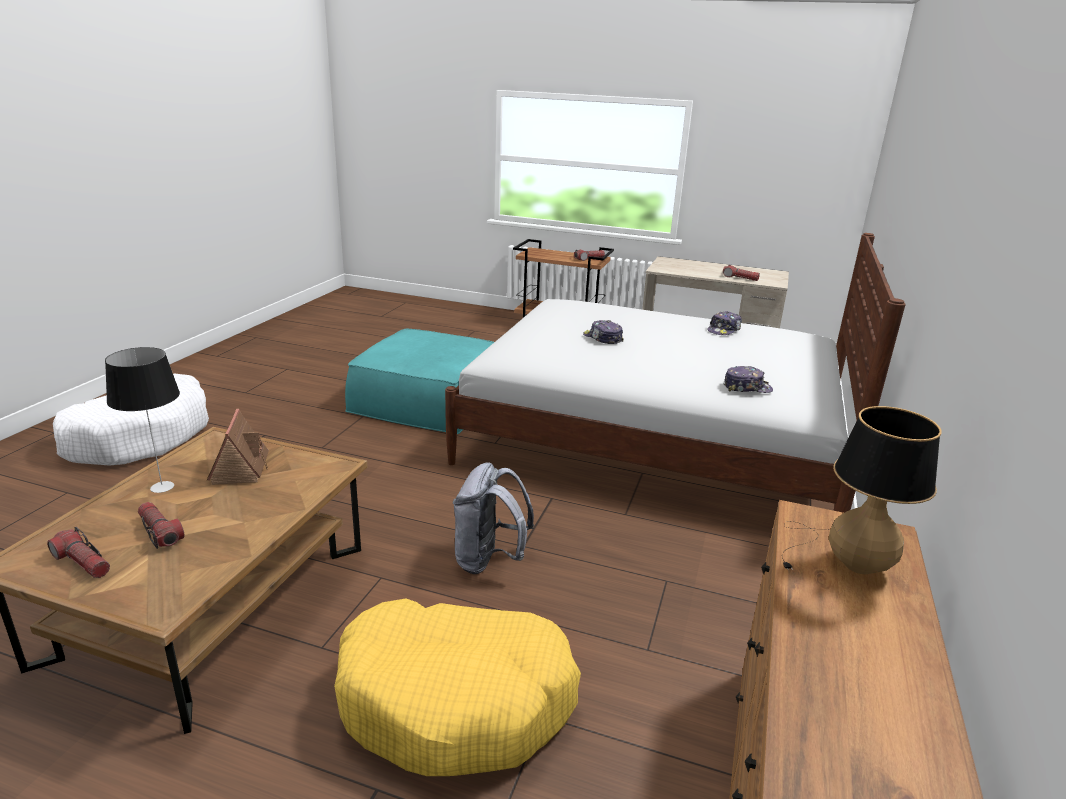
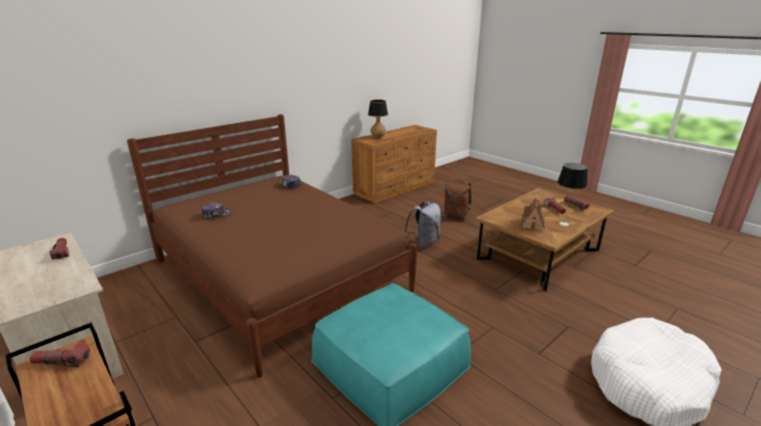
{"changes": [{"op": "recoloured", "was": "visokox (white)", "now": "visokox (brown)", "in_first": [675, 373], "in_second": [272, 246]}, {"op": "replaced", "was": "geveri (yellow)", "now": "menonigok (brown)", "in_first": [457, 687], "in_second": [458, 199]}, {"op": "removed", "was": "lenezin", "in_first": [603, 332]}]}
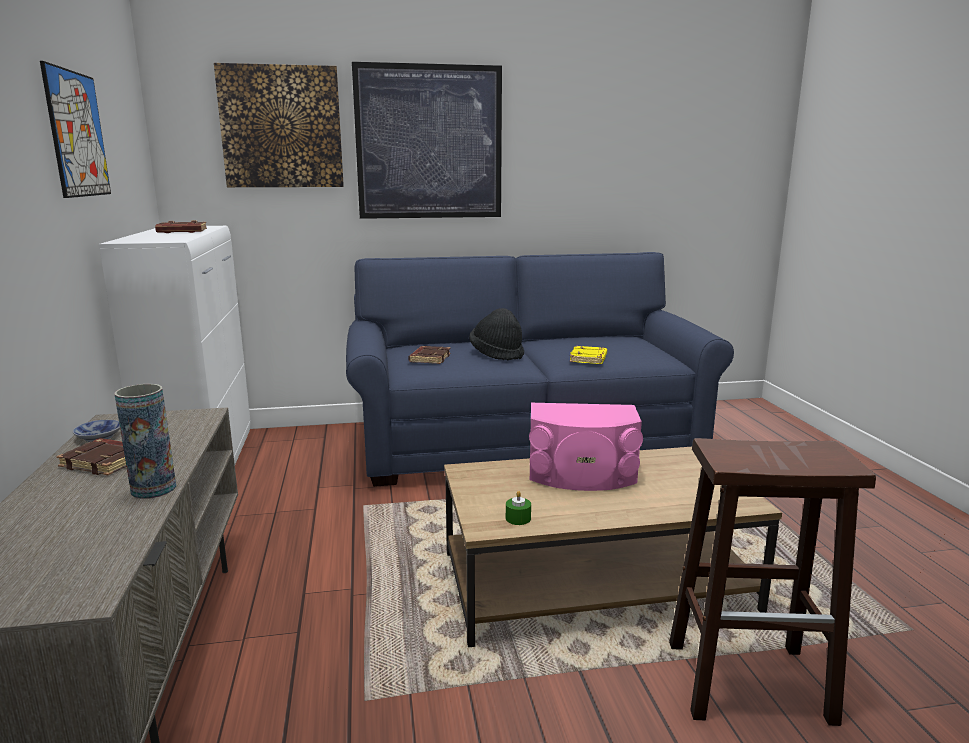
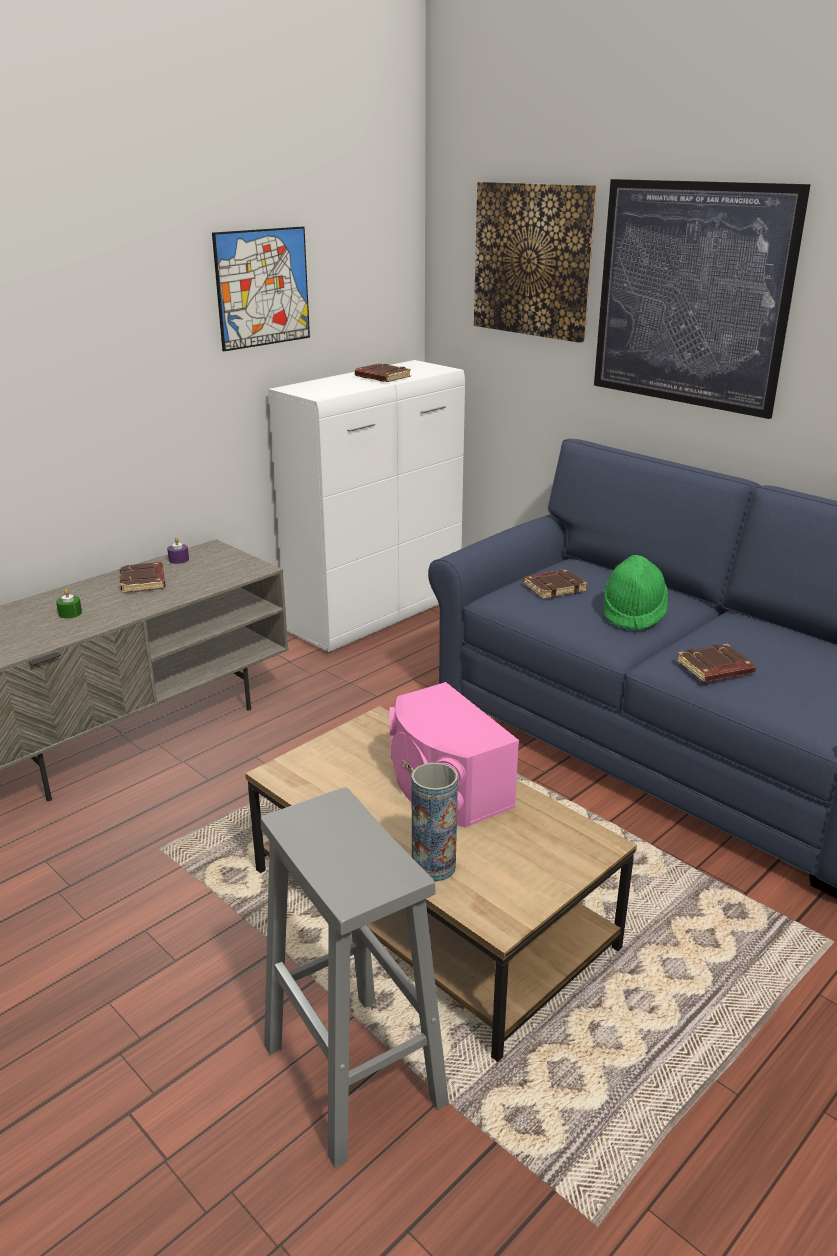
{"changes": [{"op": "moved", "was": "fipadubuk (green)", "in_first": [518, 508], "in_second": [69, 604]}, {"op": "replaced", "was": "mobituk", "now": "fipadubuk (purple)", "in_first": [96, 431], "in_second": [178, 550]}, {"op": "recoloured", "was": "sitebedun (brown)", "now": "sitebedun (grey)", "in_first": [772, 582], "in_second": [355, 977]}, {"op": "moved", "was": "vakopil", "in_first": [146, 441], "in_second": [435, 822]}, {"op": "recoloured", "was": "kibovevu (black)", "now": "kibovevu (green)", "in_first": [496, 334], "in_second": [636, 593]}, {"op": "recoloured", "was": "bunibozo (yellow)", "now": "bunibozo (brown)", "in_first": [588, 355], "in_second": [716, 663]}]}
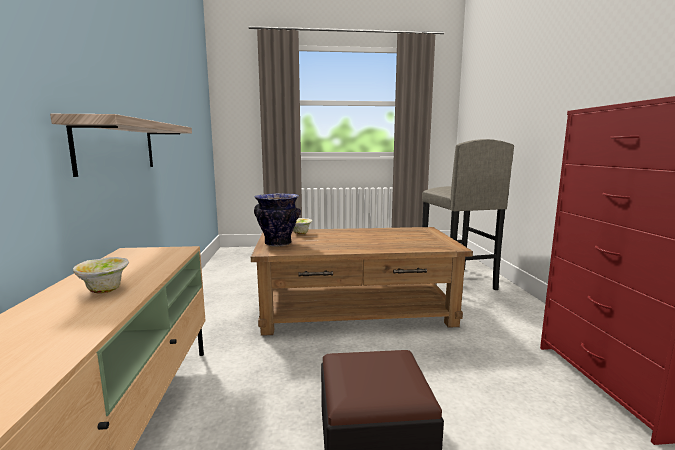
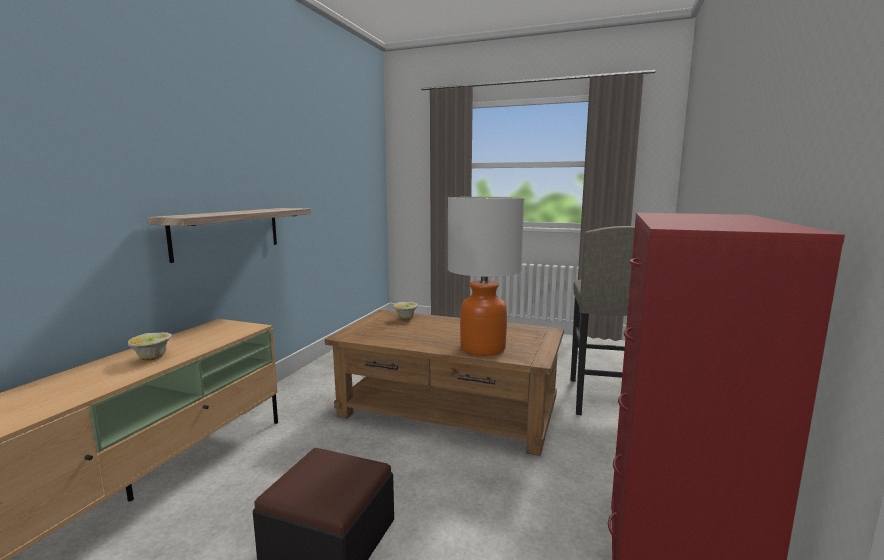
{"changes": [{"op": "added", "now": "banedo", "in_second": [486, 276]}, {"op": "removed", "was": "vakopil", "in_first": [277, 220]}]}
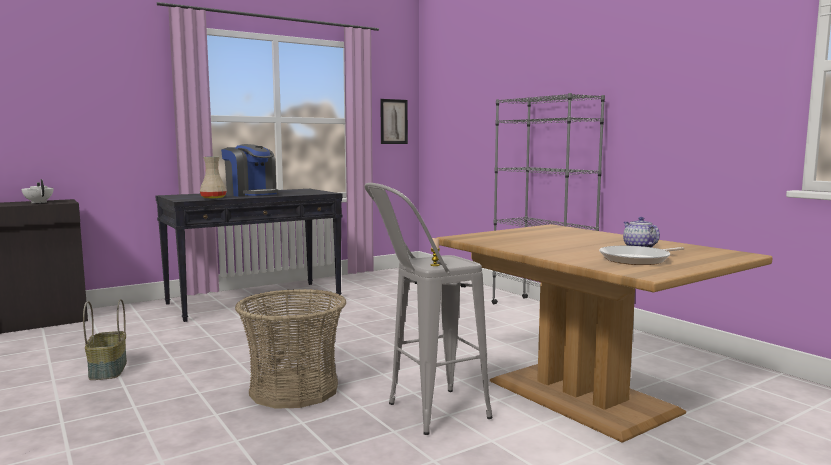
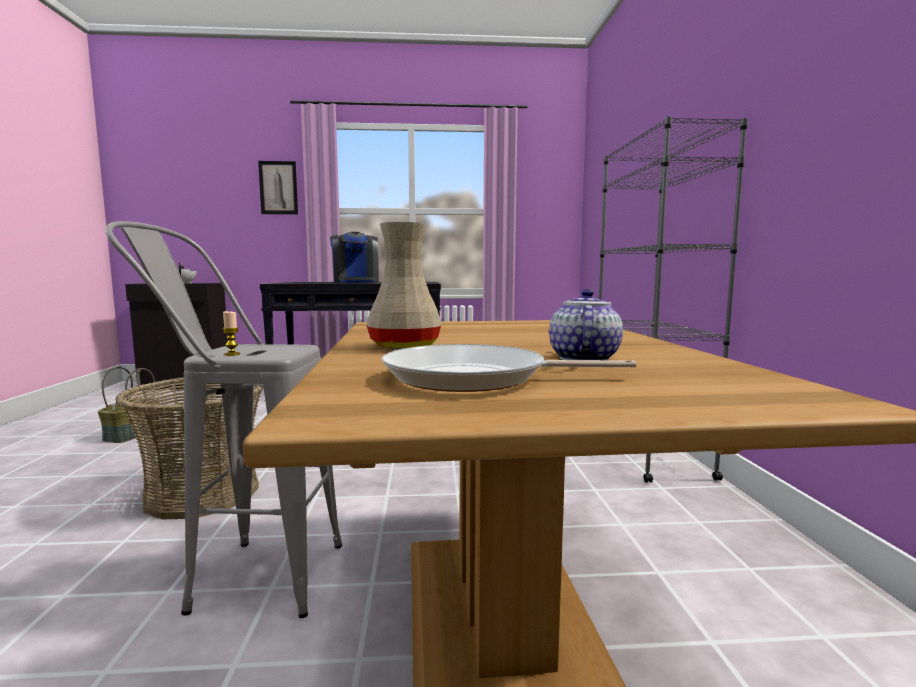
{"changes": [{"op": "moved", "was": "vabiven", "in_first": [394, 121], "in_second": [278, 187]}, {"op": "moved", "was": "vakopil (beige)", "in_first": [213, 178], "in_second": [404, 285]}]}
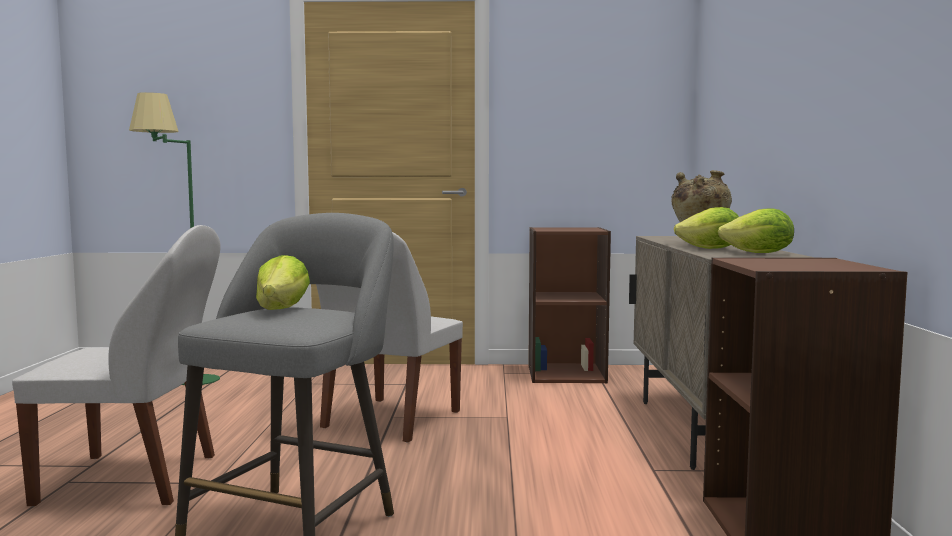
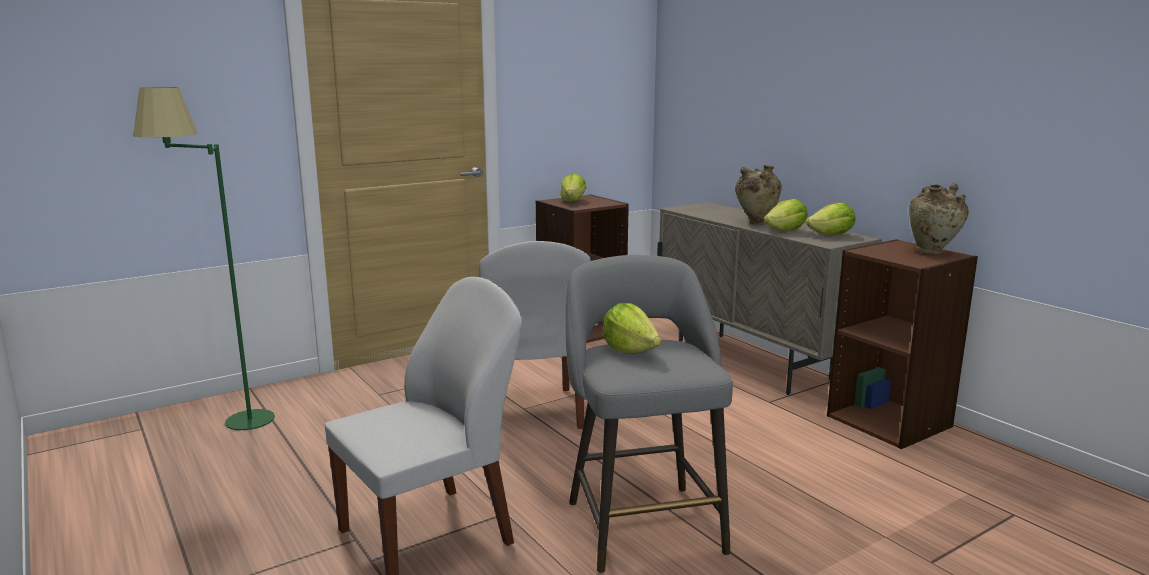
{"changes": [{"op": "added", "now": "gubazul", "in_second": [573, 188]}, {"op": "added", "now": "vakopil (beige)", "in_second": [939, 219]}]}
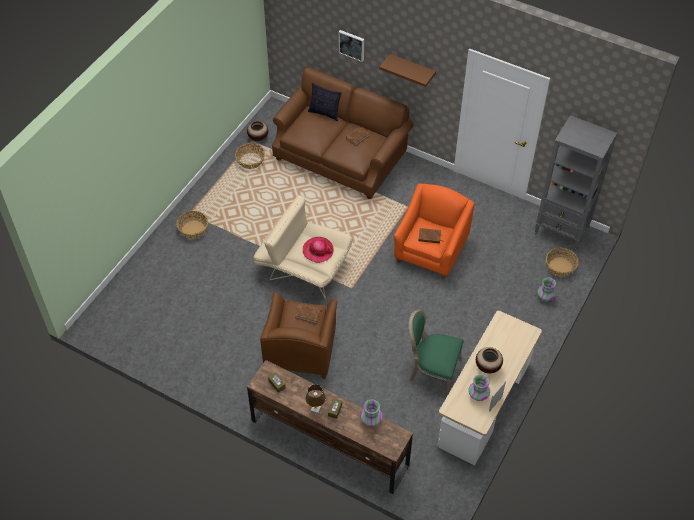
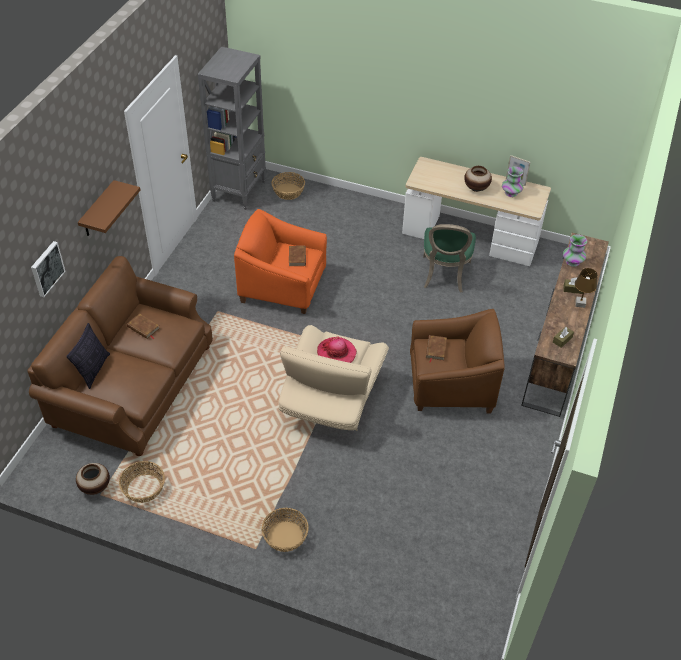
{"changes": [{"op": "removed", "was": "vakopil", "in_first": [546, 289]}]}
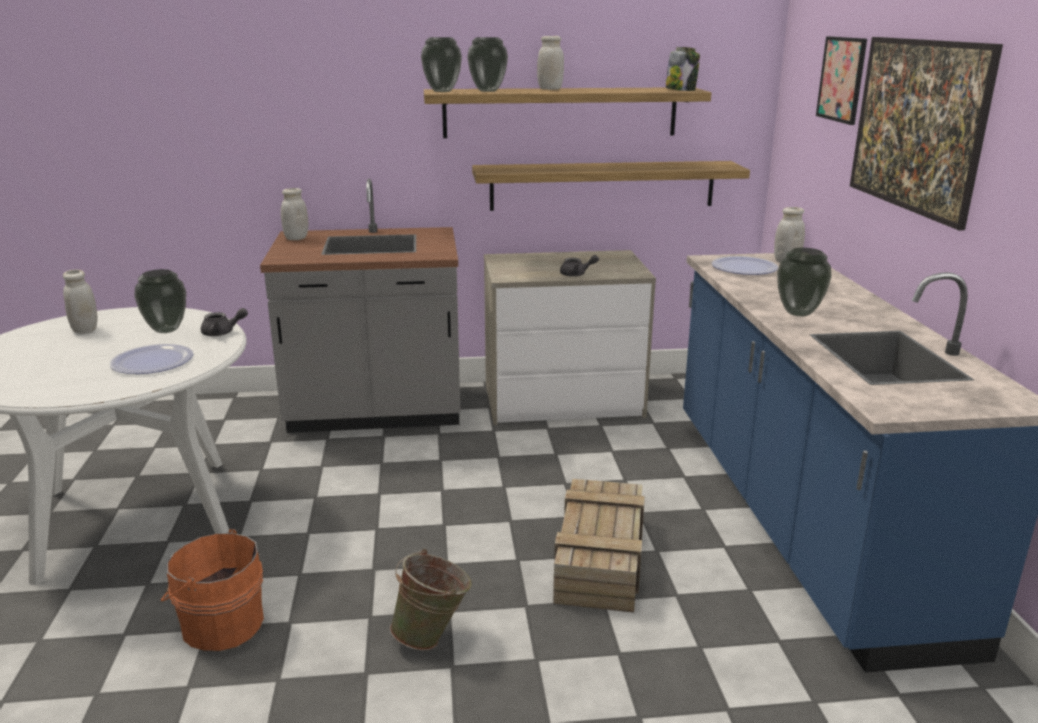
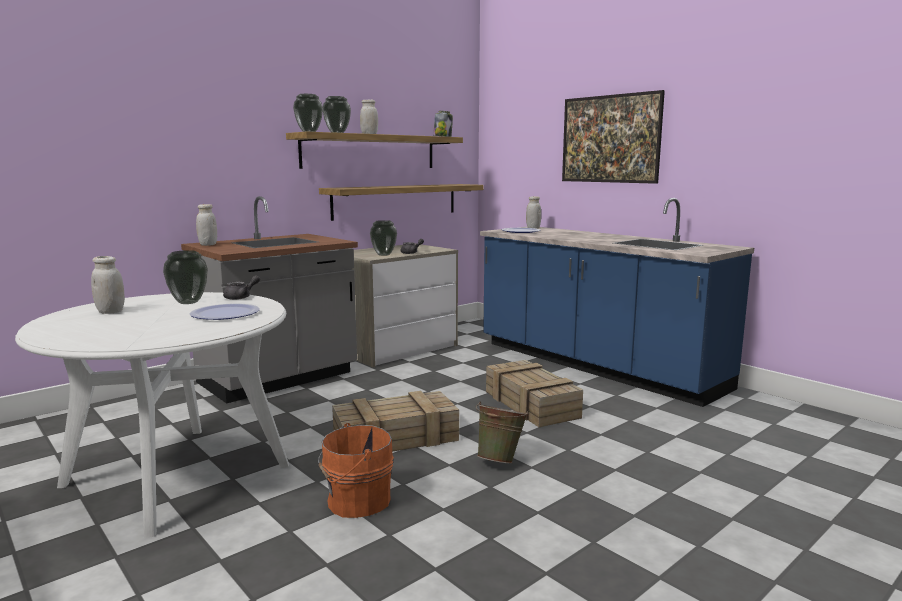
{"changes": [{"op": "added", "now": "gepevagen", "in_second": [395, 421]}, {"op": "moved", "was": "vakopil", "in_first": [804, 282], "in_second": [383, 238]}, {"op": "removed", "was": "vabiven", "in_first": [841, 80]}]}
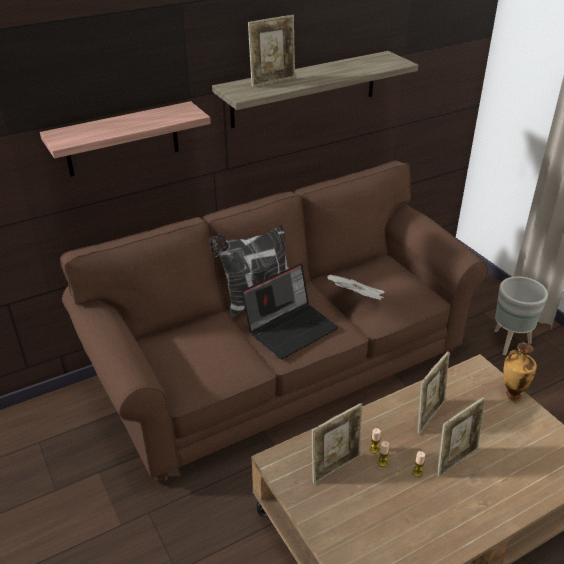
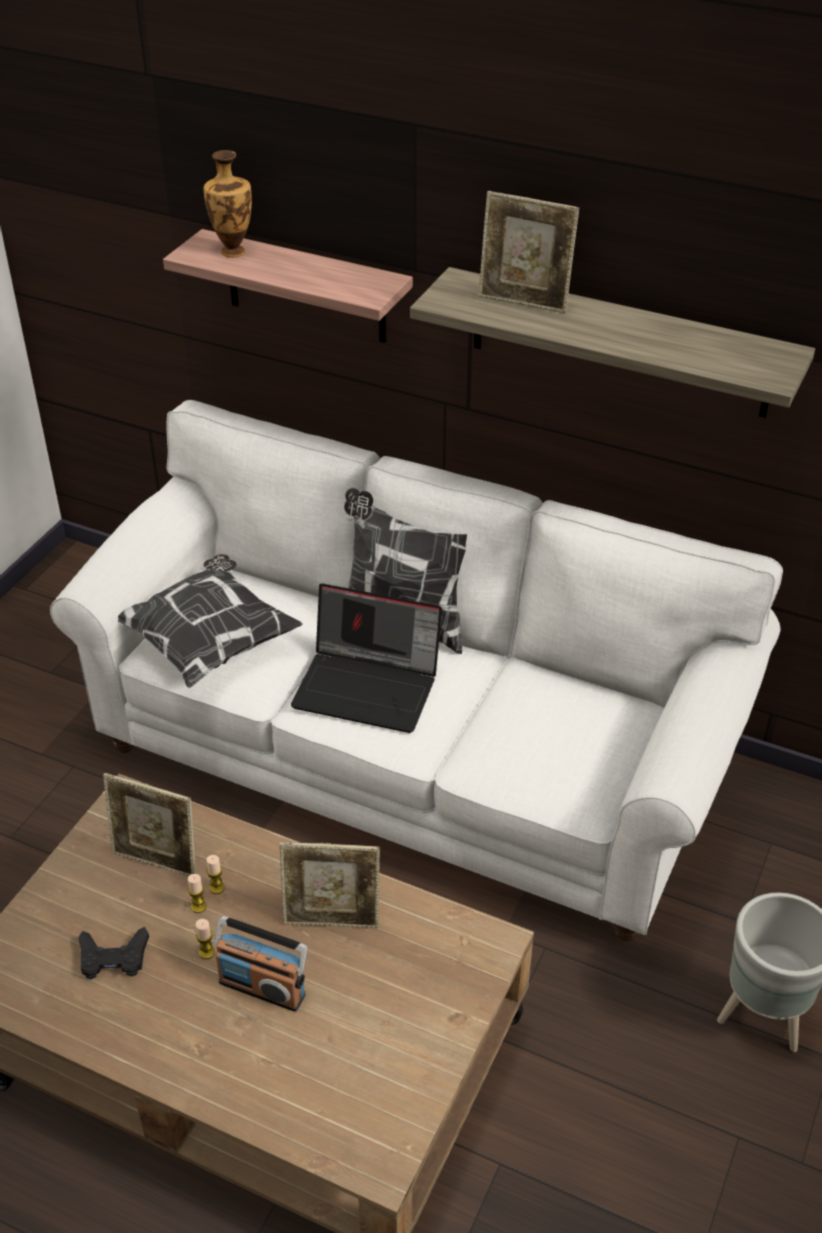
{"changes": [{"op": "recoloured", "was": "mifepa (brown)", "now": "mifepa (white)", "in_first": [274, 322], "in_second": [416, 670]}, {"op": "added", "now": "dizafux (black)", "in_second": [113, 953]}, {"op": "added", "now": "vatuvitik", "in_second": [210, 621]}, {"op": "moved", "was": "vakopil", "in_first": [520, 371], "in_second": [228, 204]}, {"op": "replaced", "was": "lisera", "now": "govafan", "in_first": [461, 437], "in_second": [260, 964]}, {"op": "removed", "was": "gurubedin", "in_first": [355, 287]}]}
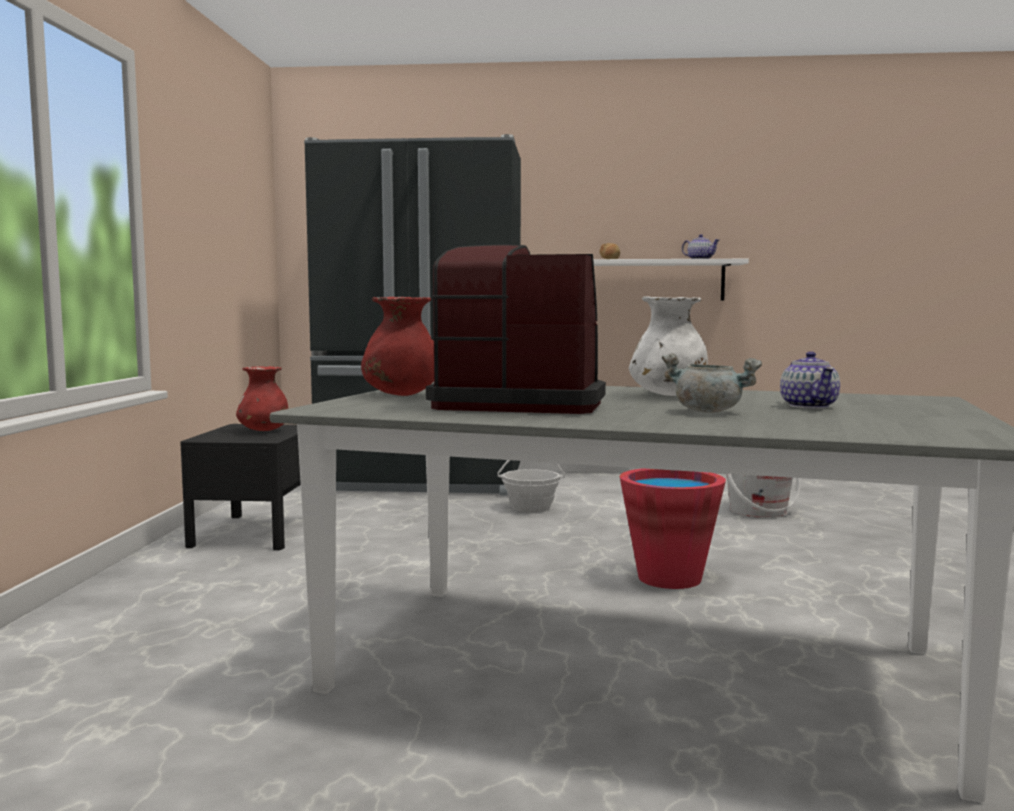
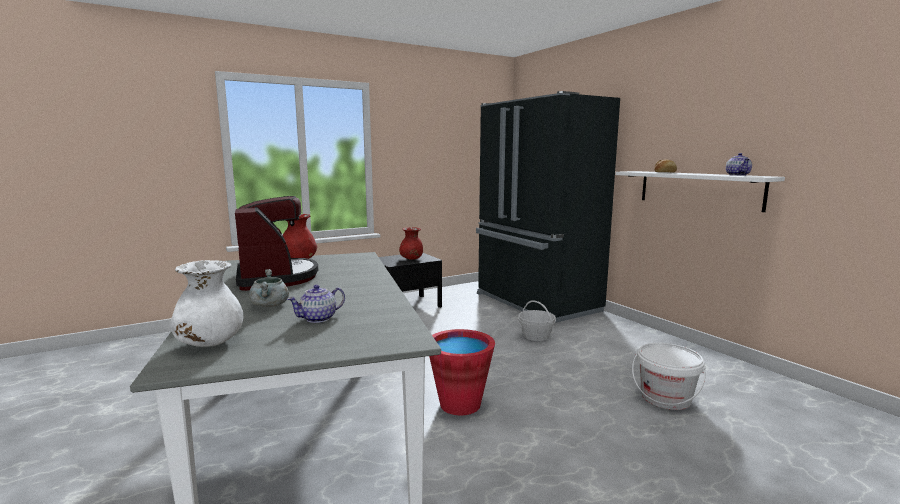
{"changes": [{"op": "moved", "was": "vakopil (white)", "in_first": [668, 346], "in_second": [206, 303]}]}
